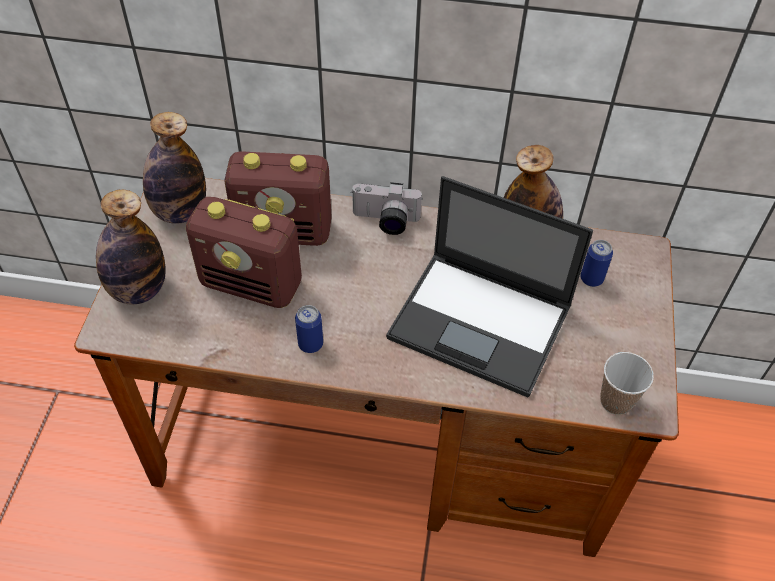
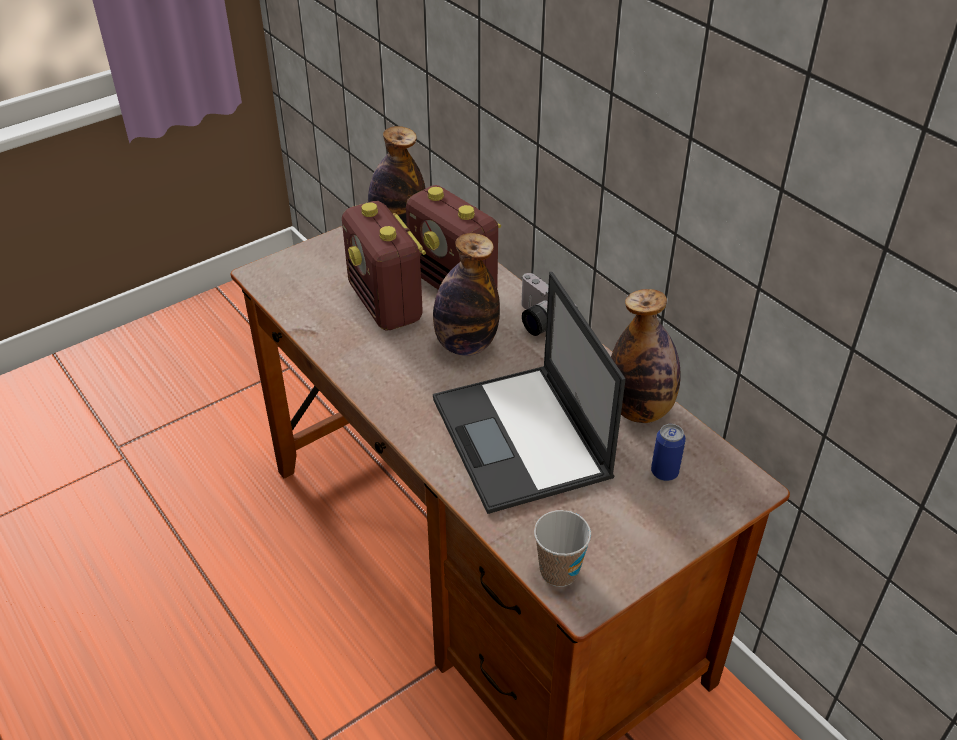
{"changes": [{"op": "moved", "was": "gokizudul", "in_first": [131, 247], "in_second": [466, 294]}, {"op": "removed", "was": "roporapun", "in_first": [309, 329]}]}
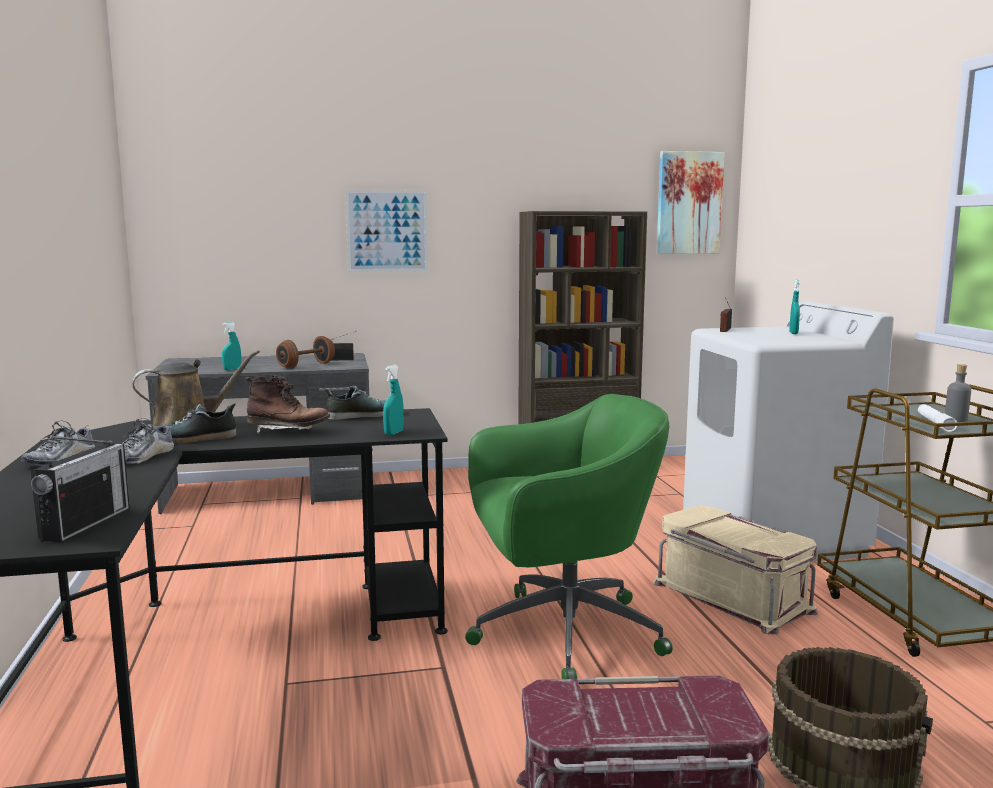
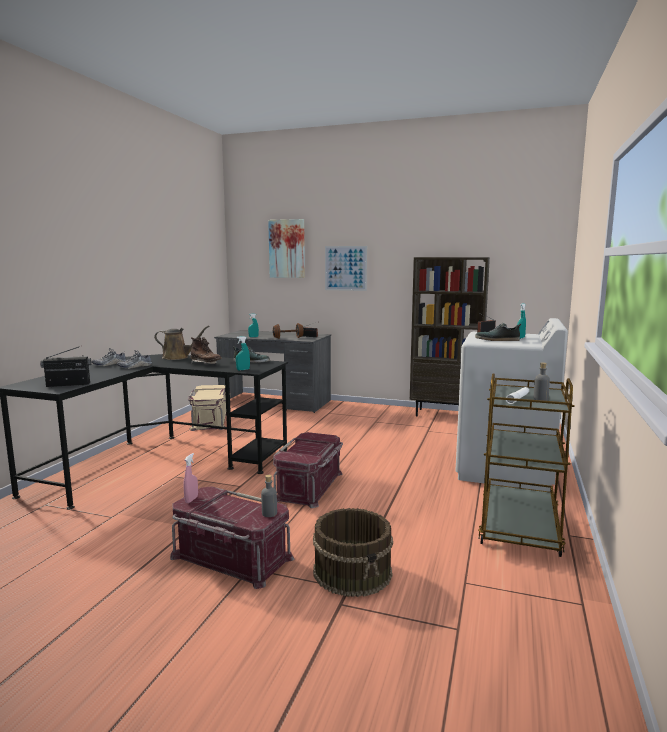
{"changes": [{"op": "turned", "was": "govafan", "in_first": [80, 489], "in_second": [65, 366], "clockwise": -150}, {"op": "added", "now": "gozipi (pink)", "in_second": [190, 478]}, {"op": "moved", "was": "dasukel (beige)", "in_first": [736, 570], "in_second": [207, 408]}, {"op": "added", "now": "gokizudul (grey)", "in_second": [269, 496]}, {"op": "moved", "was": "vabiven", "in_first": [691, 202], "in_second": [286, 248]}, {"op": "replaced", "was": "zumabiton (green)", "now": "dasukel (red)", "in_first": [569, 536], "in_second": [308, 470]}, {"op": "moved", "was": "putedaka", "in_first": [195, 423], "in_second": [498, 332]}]}
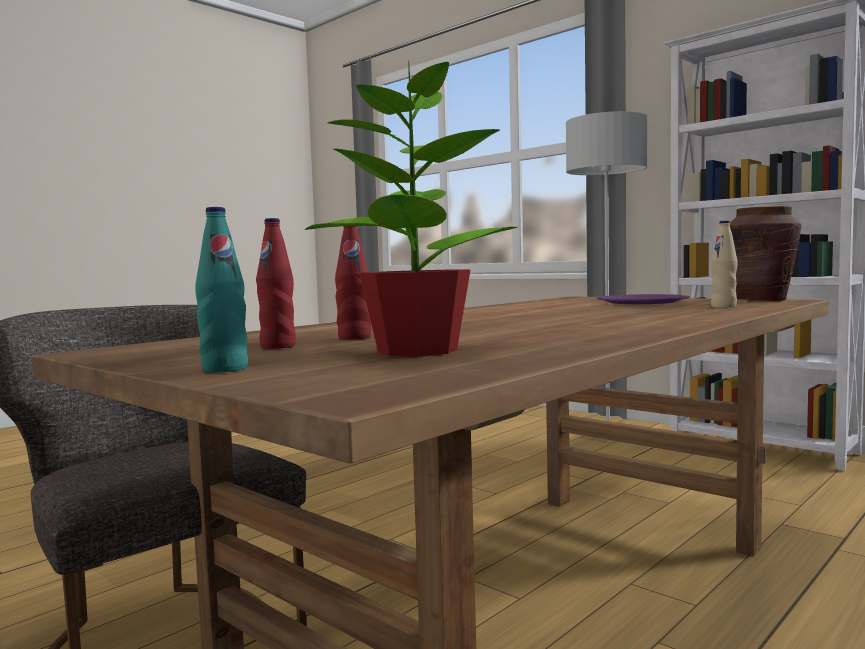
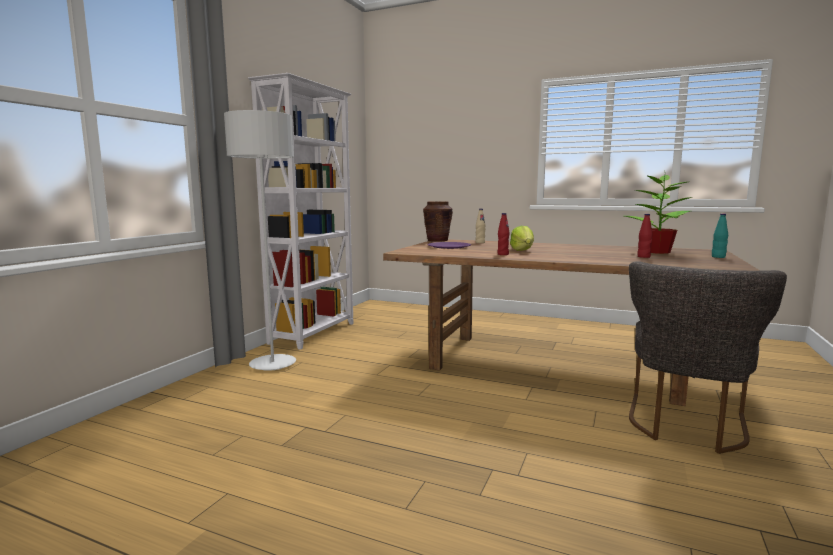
{"changes": [{"op": "moved", "was": "gokizudul (red)", "in_first": [276, 283], "in_second": [503, 234]}, {"op": "added", "now": "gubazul", "in_second": [522, 238]}]}
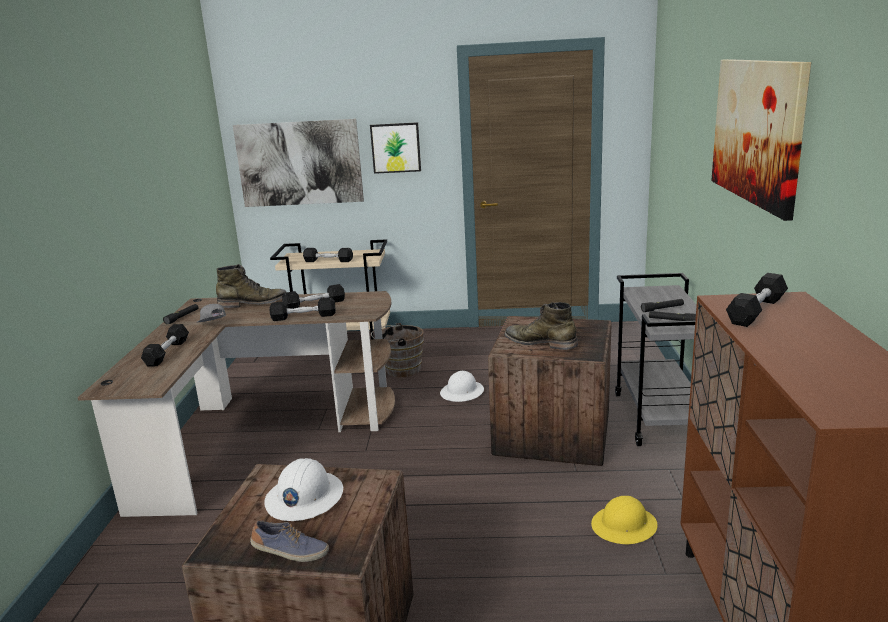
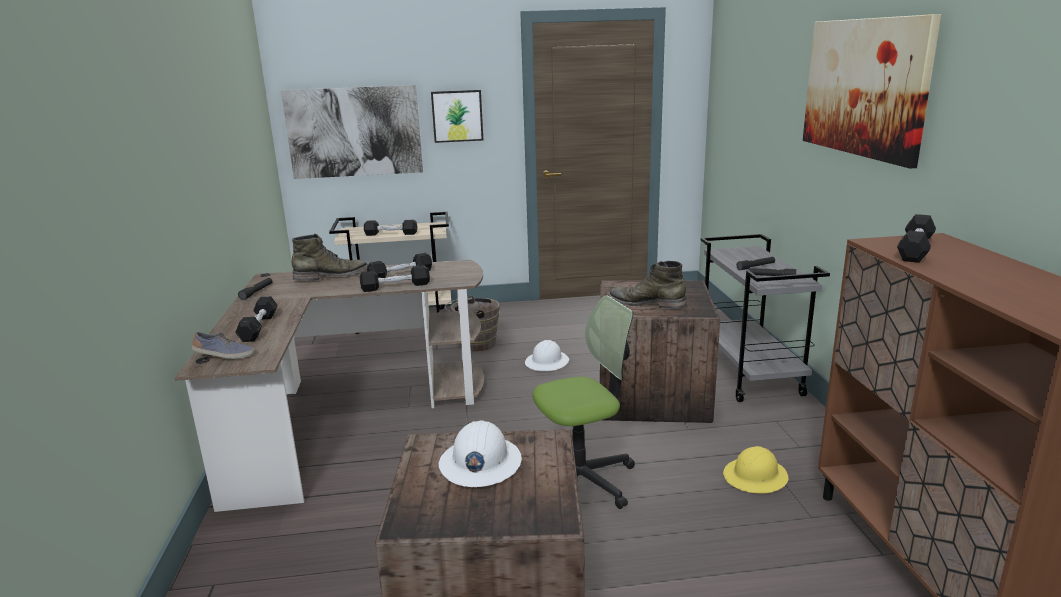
{"changes": [{"op": "moved", "was": "putedaka", "in_first": [289, 541], "in_second": [223, 345]}, {"op": "added", "now": "zumabiton", "in_second": [583, 402]}, {"op": "removed", "was": "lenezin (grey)", "in_first": [211, 313]}]}
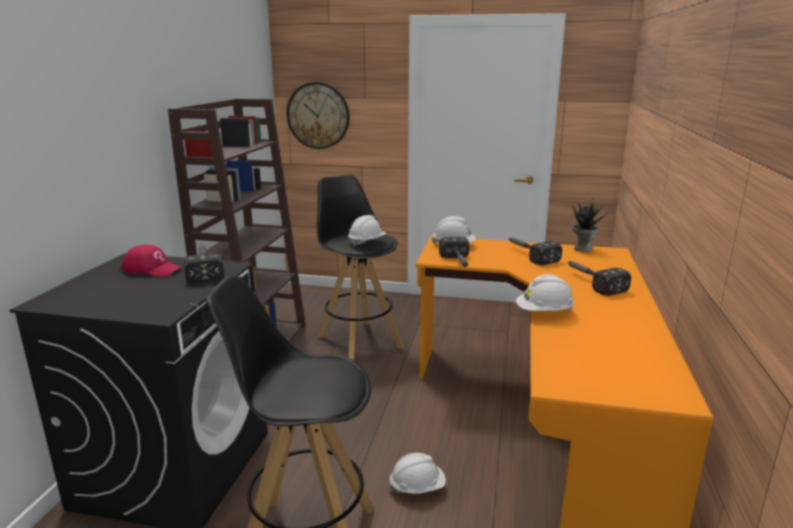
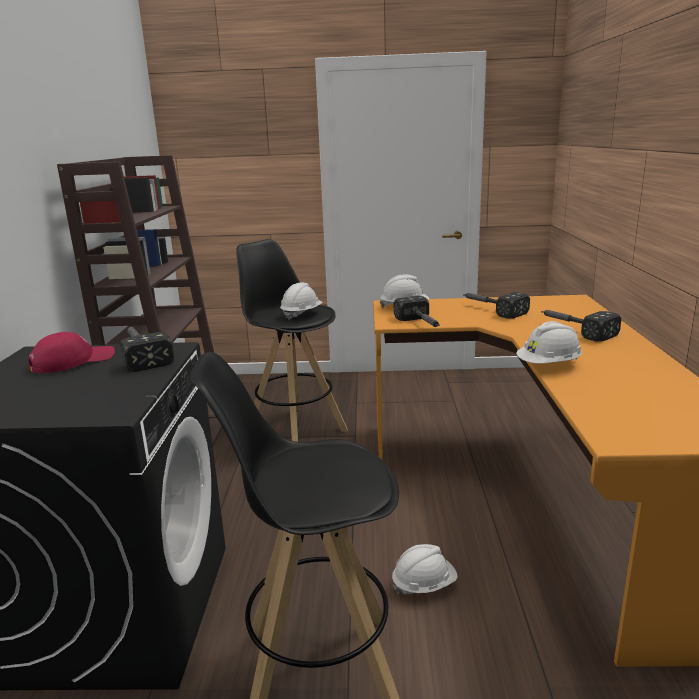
{"changes": [{"op": "turned", "was": "lenezin (red)", "in_first": [152, 261], "in_second": [72, 353], "clockwise": -45}, {"op": "removed", "was": "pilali", "in_first": [318, 115]}, {"op": "removed", "was": "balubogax", "in_first": [590, 225]}]}
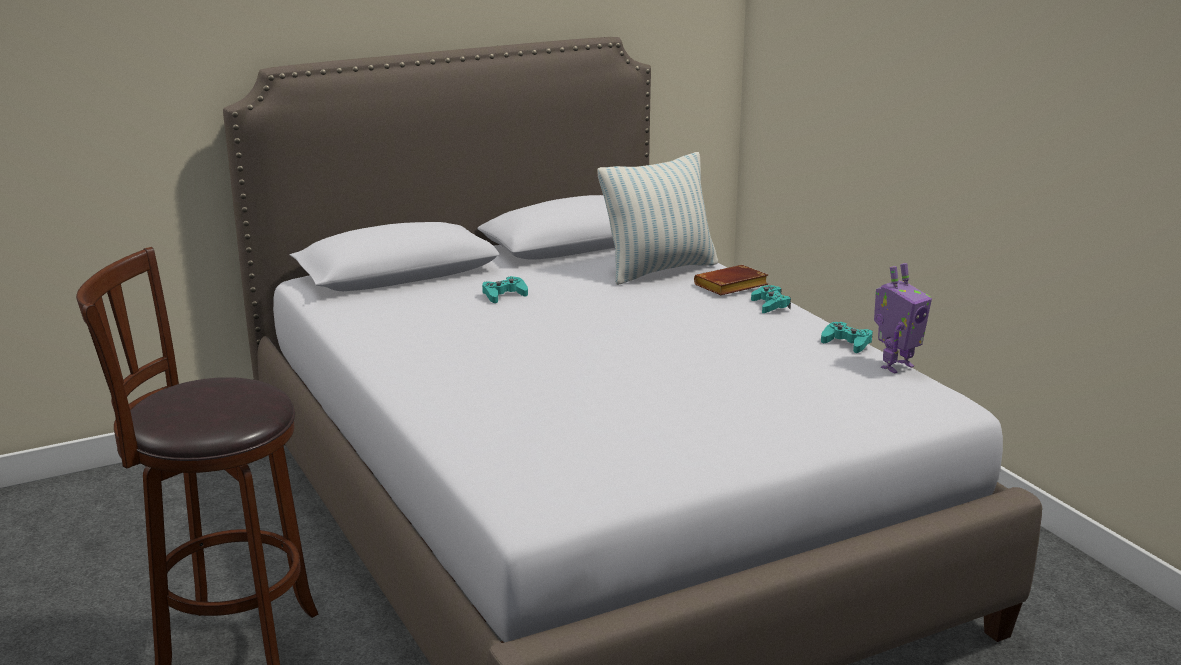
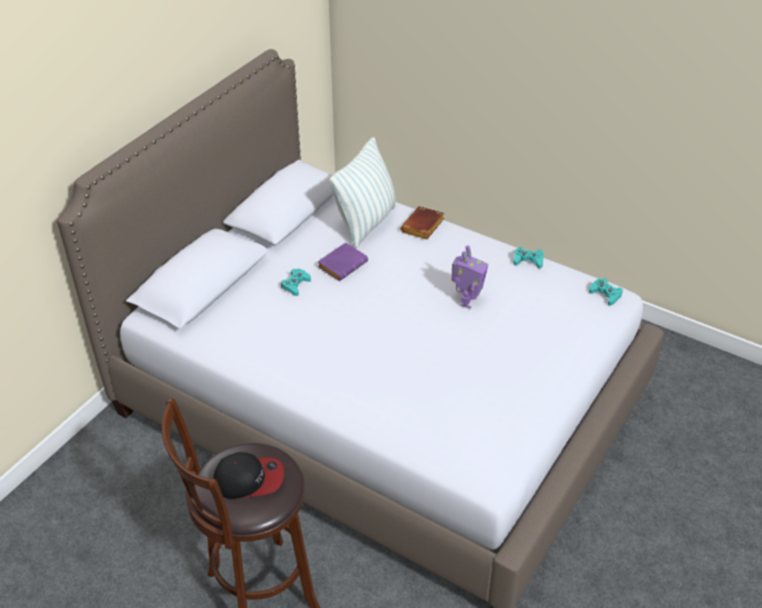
{"changes": [{"op": "added", "now": "lenezin", "in_second": [248, 475]}, {"op": "added", "now": "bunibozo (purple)", "in_second": [343, 261]}, {"op": "moved", "was": "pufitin", "in_first": [903, 318], "in_second": [470, 277]}, {"op": "moved", "was": "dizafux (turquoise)", "in_first": [771, 299], "in_second": [606, 292]}]}
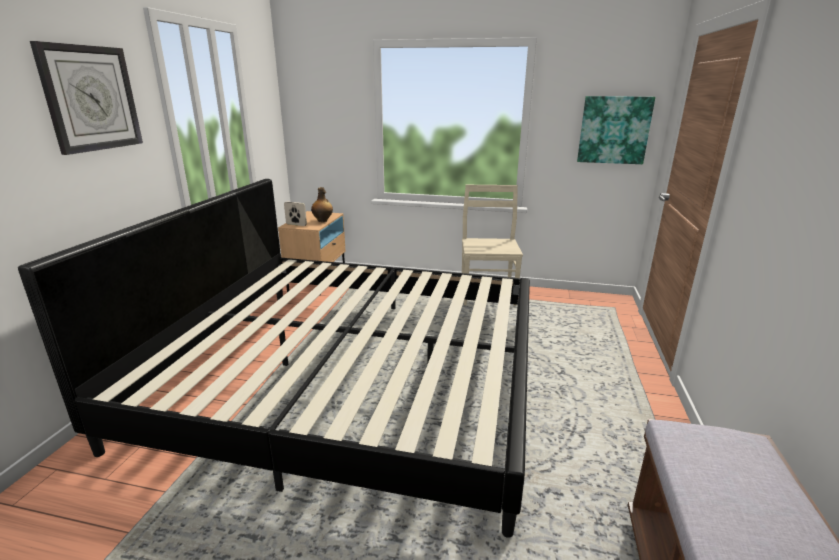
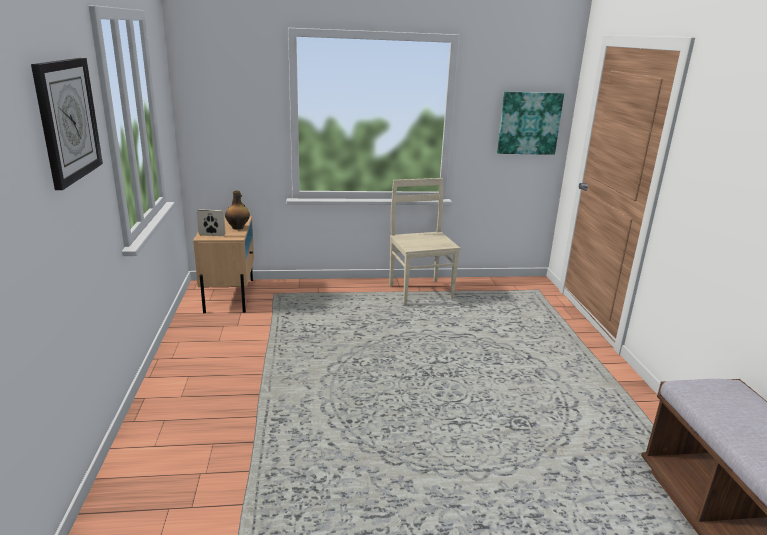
{"changes": [{"op": "removed", "was": "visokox", "in_first": [274, 358]}]}
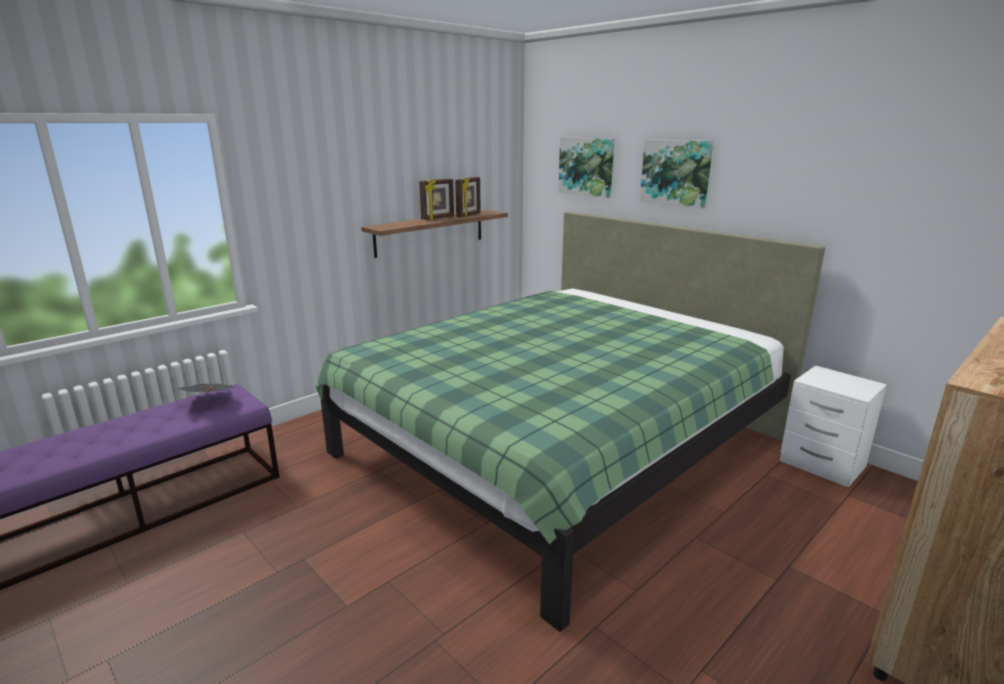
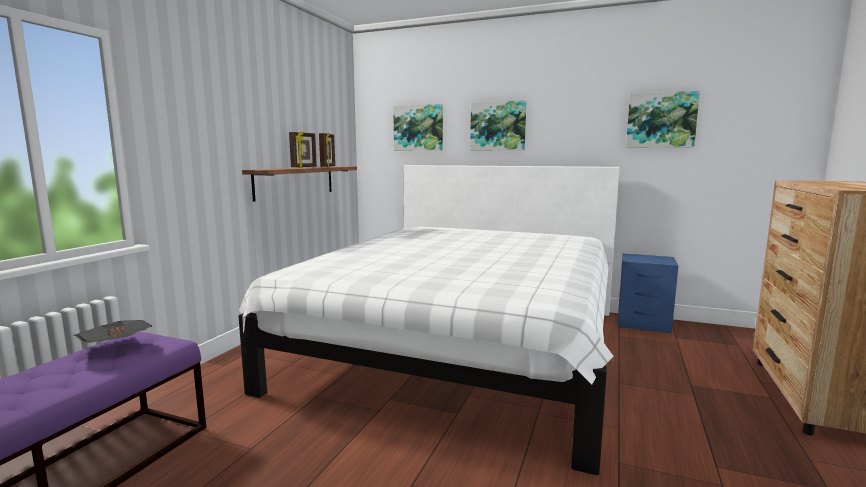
{"changes": [{"op": "recoloured", "was": "visokox (green)", "now": "visokox (white)", "in_first": [570, 422], "in_second": [429, 320]}, {"op": "recoloured", "was": "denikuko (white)", "now": "denikuko (blue)", "in_first": [833, 426], "in_second": [648, 293]}, {"op": "added", "now": "vabiven", "in_second": [663, 119]}]}
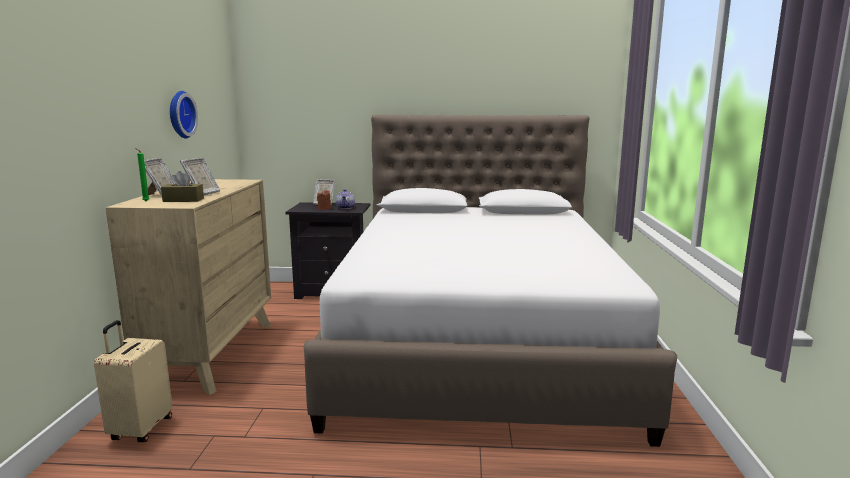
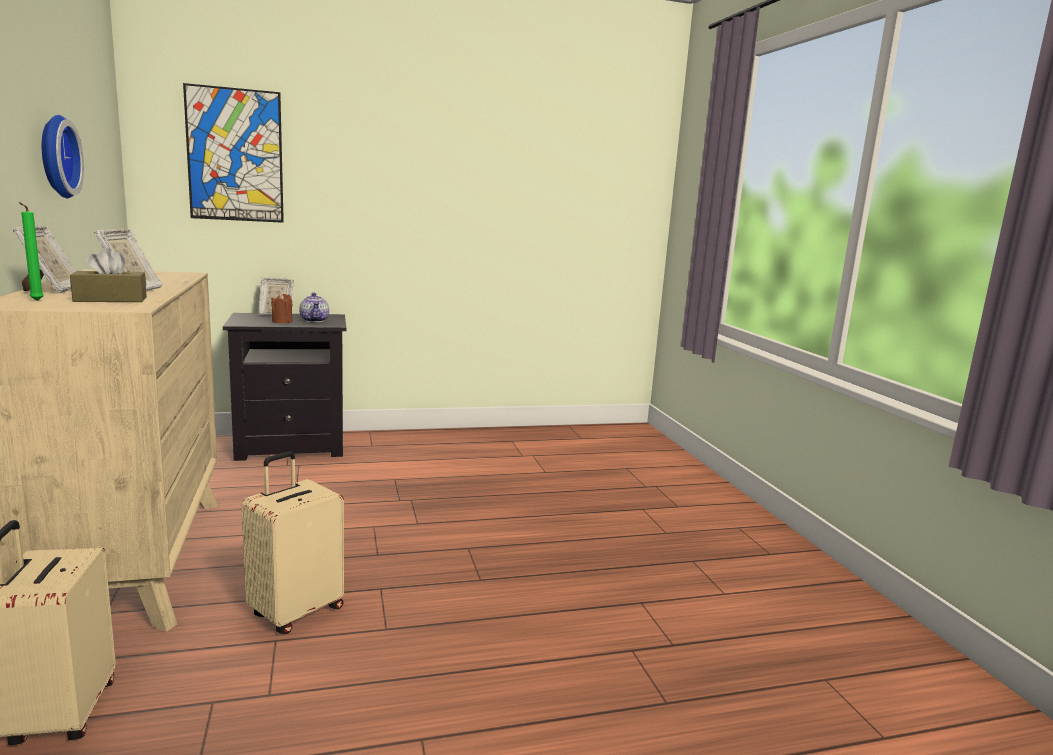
{"changes": [{"op": "added", "now": "vabiven", "in_second": [233, 153]}, {"op": "added", "now": "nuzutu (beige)", "in_second": [293, 542]}, {"op": "removed", "was": "visokox (white)", "in_first": [490, 281]}]}
